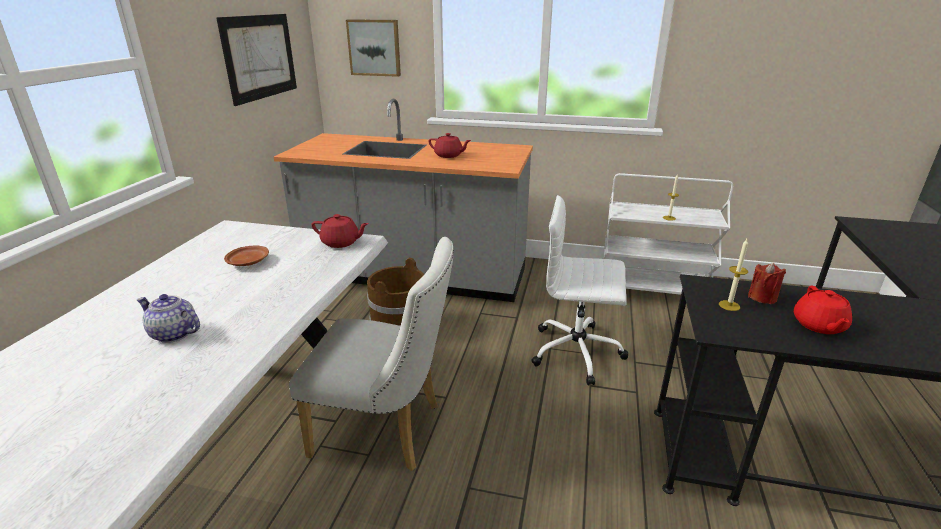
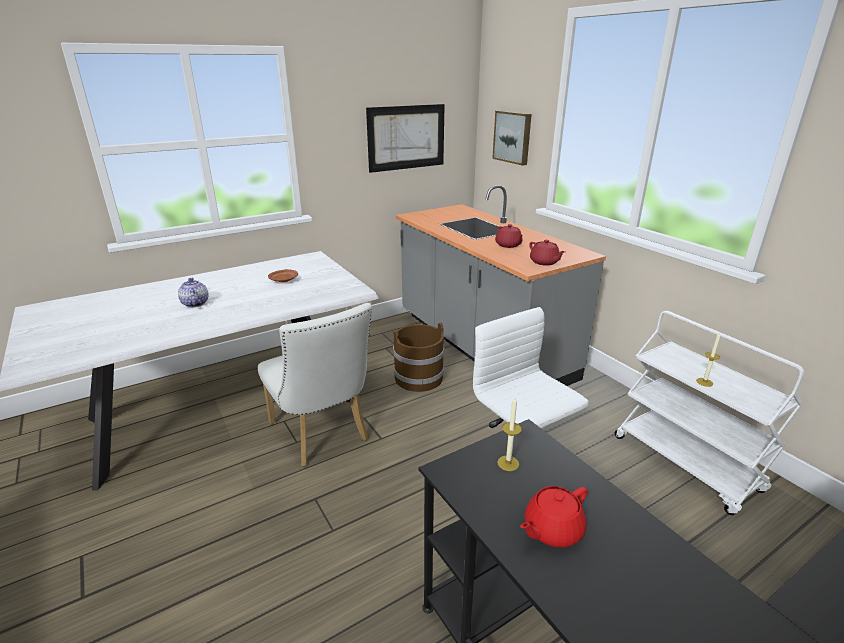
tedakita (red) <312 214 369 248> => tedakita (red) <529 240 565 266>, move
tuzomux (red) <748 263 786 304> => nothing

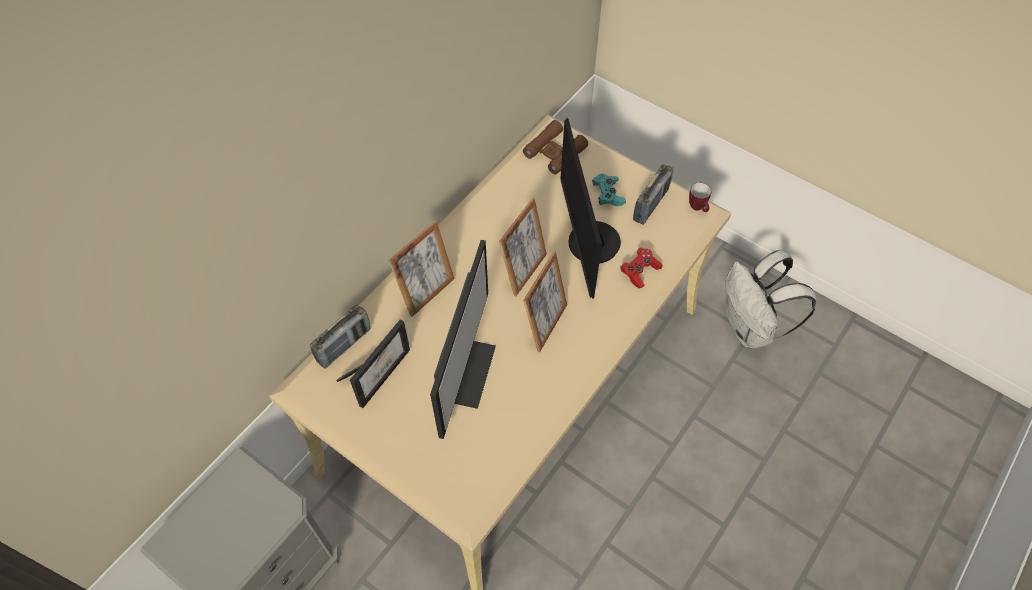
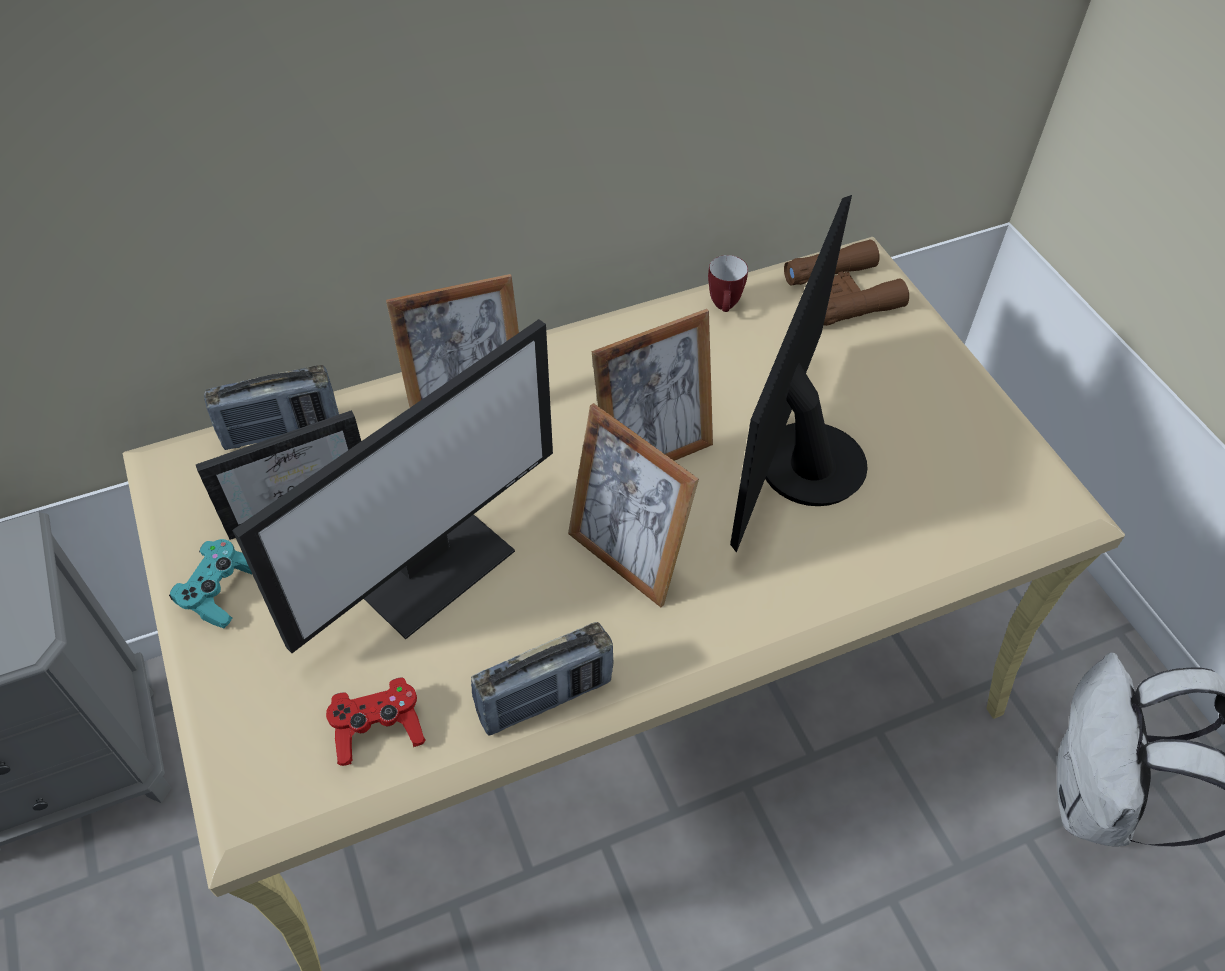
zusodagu <633 164 674 225> => zusodagu <471 622 613 736>, move
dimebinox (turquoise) <592 174 626 206> => dimebinox (turquoise) <168 539 252 628>, move
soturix <689 183 711 212> => soturix <708 255 748 312>, move
dimebinox (red) <620 248 663 288> => dimebinox (red) <326 677 426 766>, move
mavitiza <523 251 567 352> => mavitiza <568 403 699 607>, 75 degrees clockwise

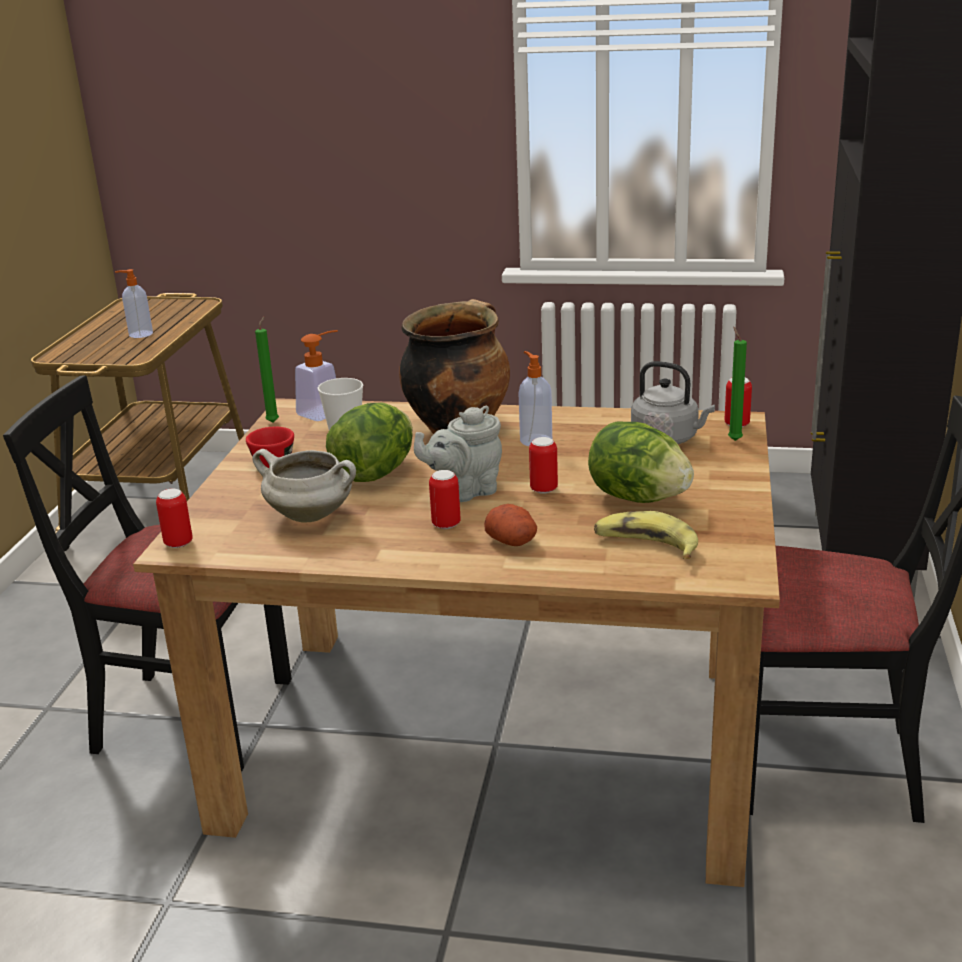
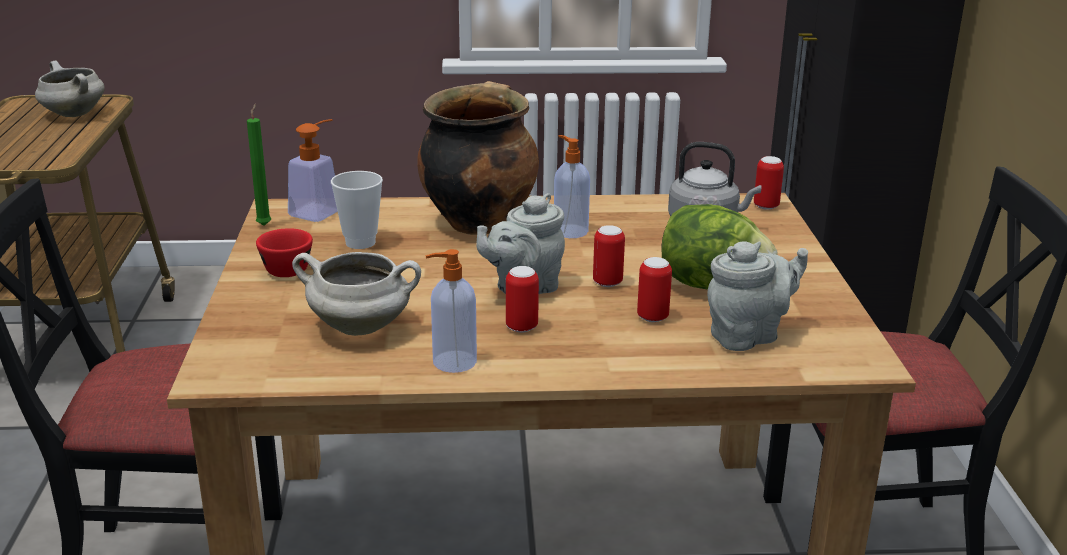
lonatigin <115 269 153 338> => lonatigin <425 249 477 373>, move
tuzomux (green) <728 327 747 441> => nothing
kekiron <326 403 413 482> => nothing
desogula <156 489 193 548> => desogula <637 257 672 322>, move
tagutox <484 504 537 546> => nothing
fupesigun <594 511 698 559> => tedakita (grey) <707 241 808 351>
nothing => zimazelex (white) <35 61 105 117>

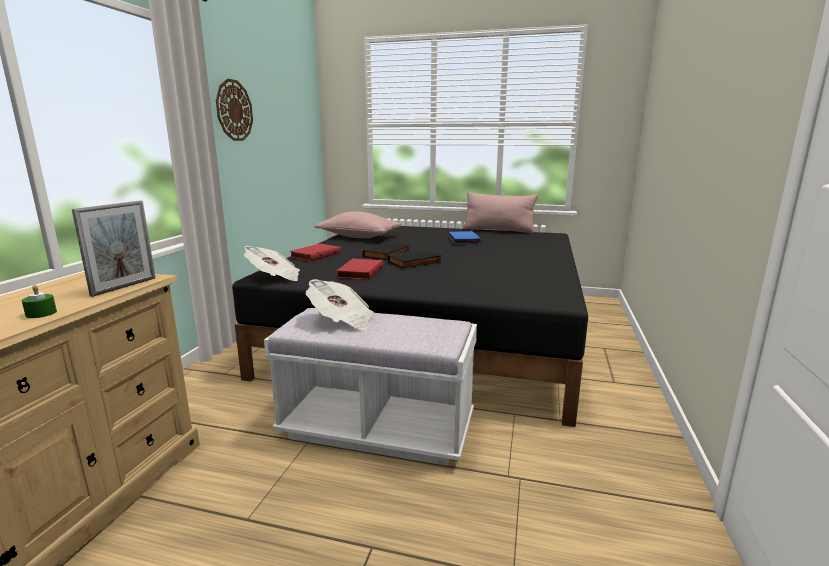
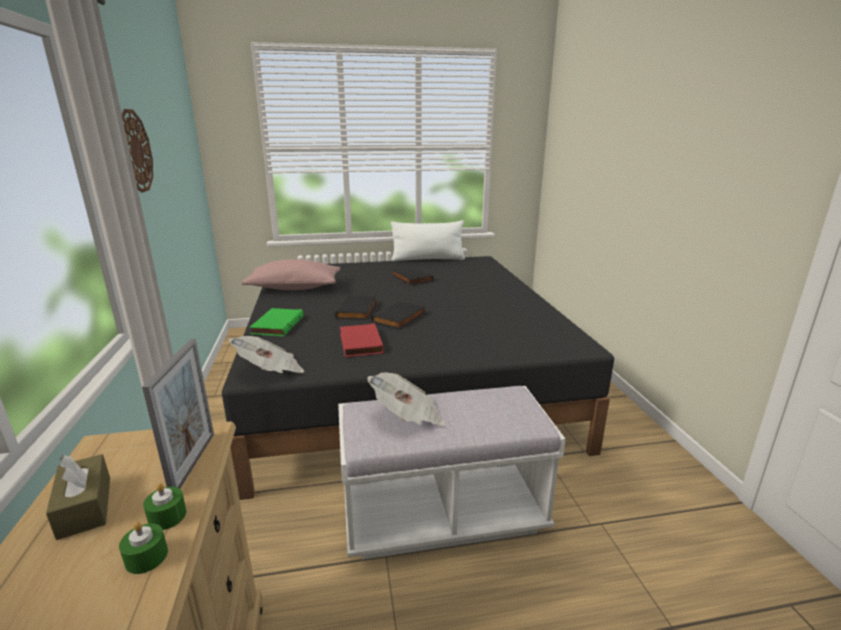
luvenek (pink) <463 192 538 233> => luvenek (white) <391 220 465 261>
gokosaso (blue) <449 231 481 245> => gokosaso (black) <392 266 433 285>
gokosaso (red) <290 244 341 262> => gokosaso (green) <250 308 304 337>
nothing => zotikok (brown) <46 454 110 540>
nothing => tuzomux (green) <143 483 187 530>

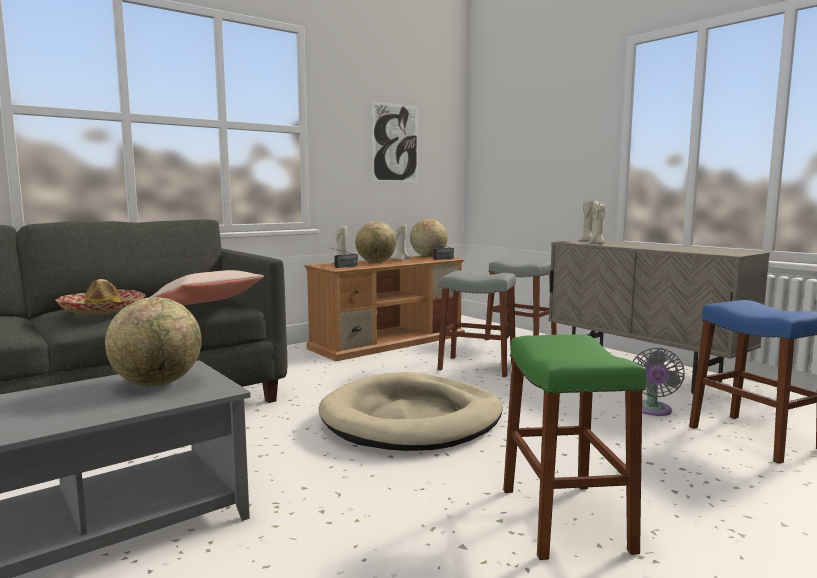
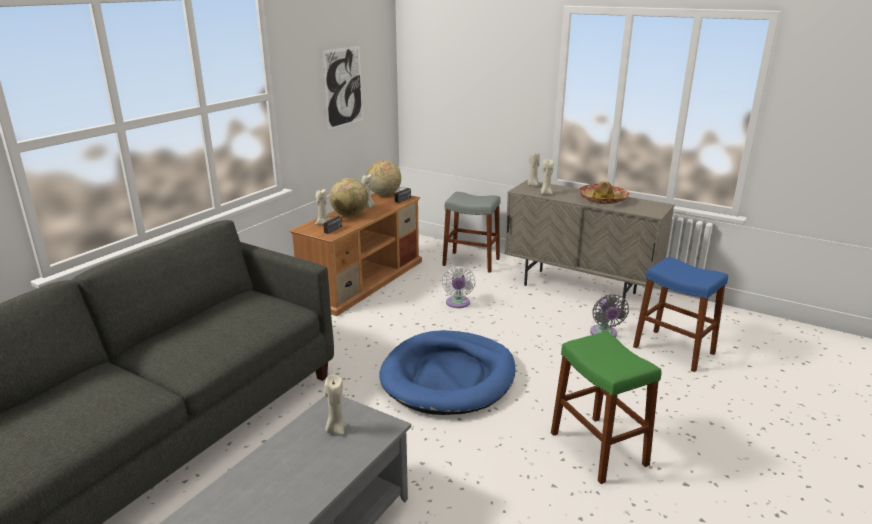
luvenek (beige) <151 270 264 305> => nothing
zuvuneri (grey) <437 271 516 377> => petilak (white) <442 266 475 308>
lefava <55 279 146 315> => lefava <578 181 630 204>, move
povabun <105 297 202 387> => tuzomux (beige) <324 375 347 435>
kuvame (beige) <319 372 503 451> => kuvame (blue) <380 330 516 415>

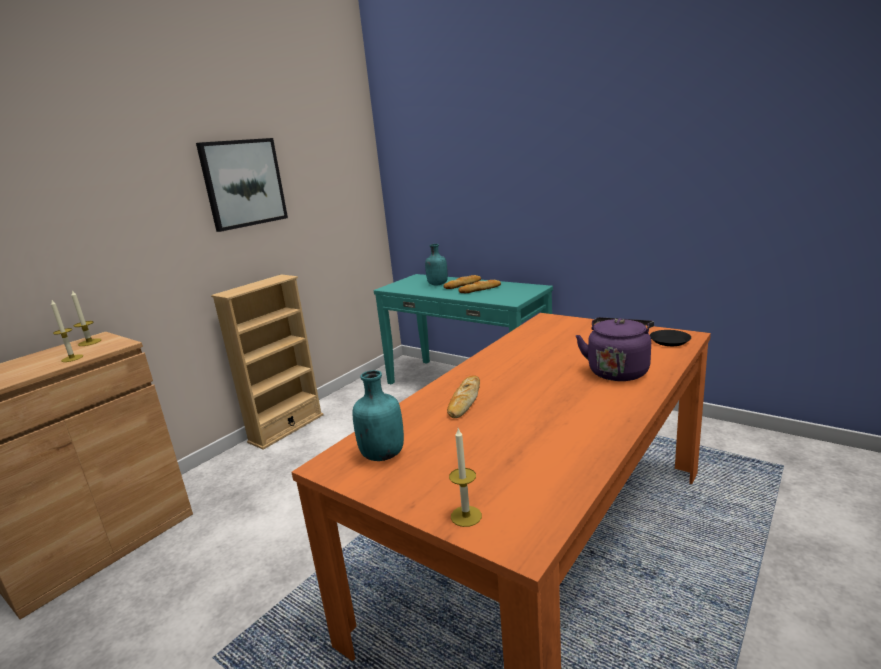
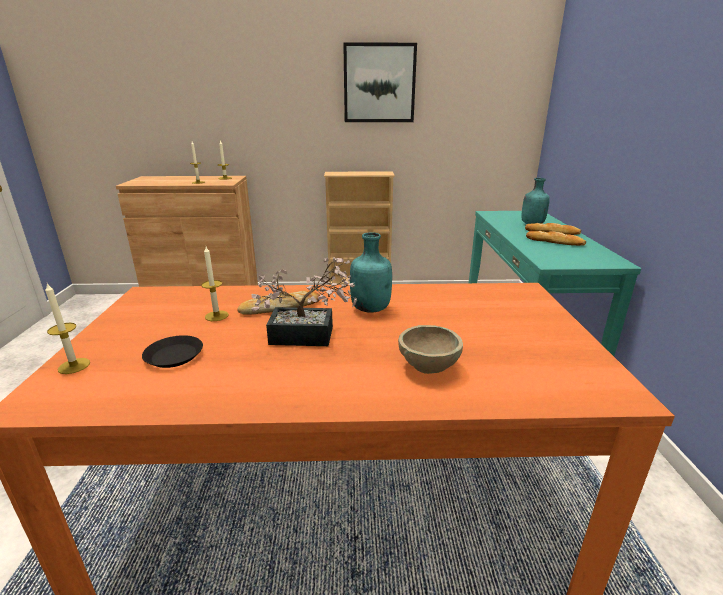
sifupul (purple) <576 317 654 381> => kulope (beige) <398 325 463 374>
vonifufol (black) <650 330 691 346> => vonifufol (black) <142 335 203 368>, move
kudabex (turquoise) <352 370 404 461> => kudabex (turquoise) <350 232 392 313>, move
nothing => tuzomux <201 247 229 321>
nothing => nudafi <251 257 357 346>

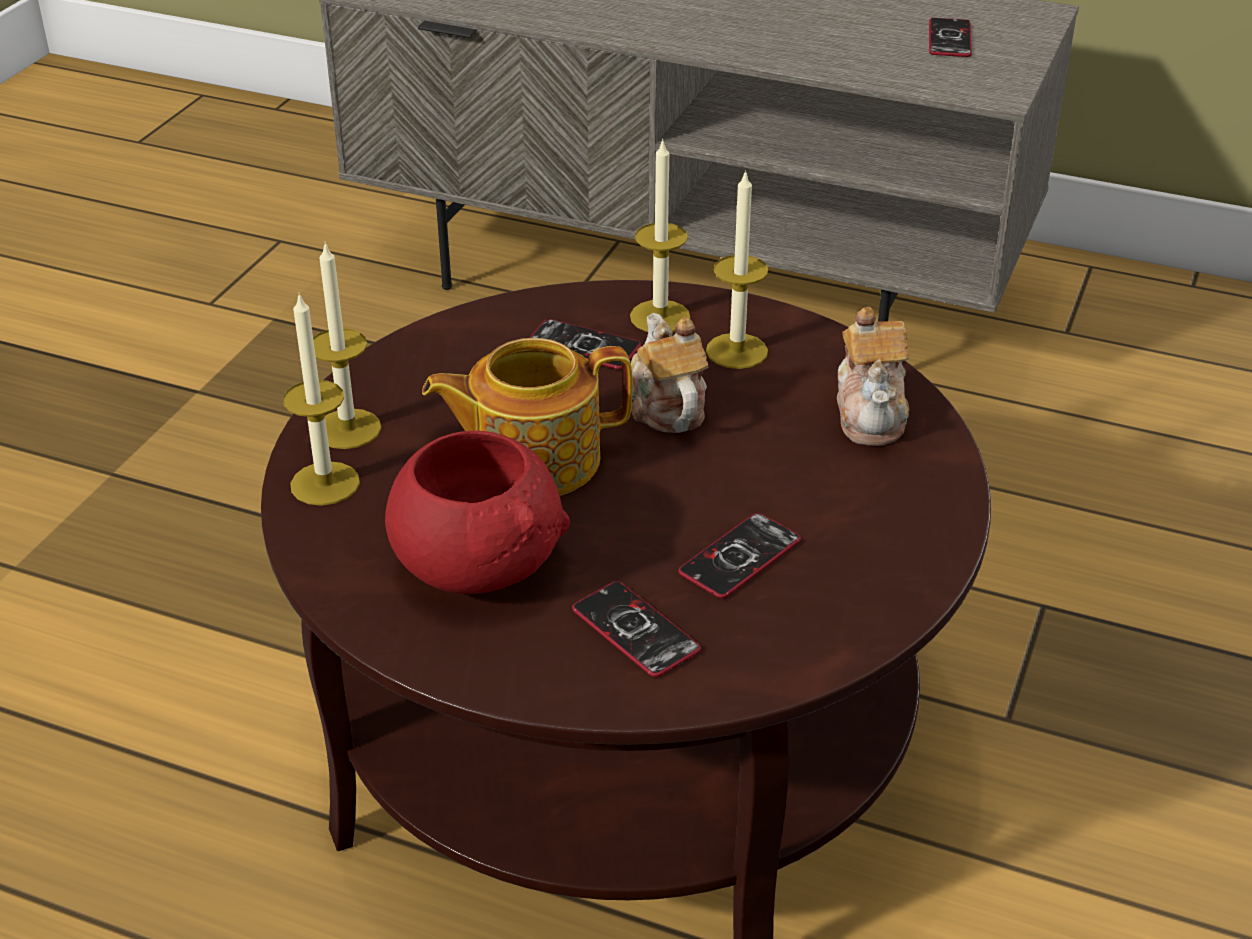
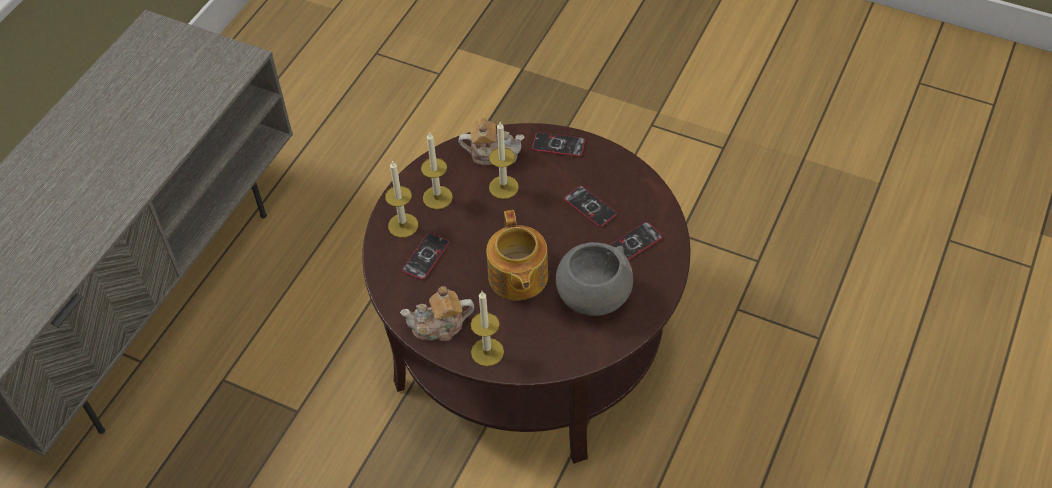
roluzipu <929 18 972 57> => roluzipu <532 132 585 157>, move
tuzomux <283 292 360 506> => tuzomux <489 122 519 199>, move
tedakita <631 313 709 433> => tedakita <400 286 474 341>, move
kulope (red) <385 431 570 594> => kulope (grey) <556 242 633 316>

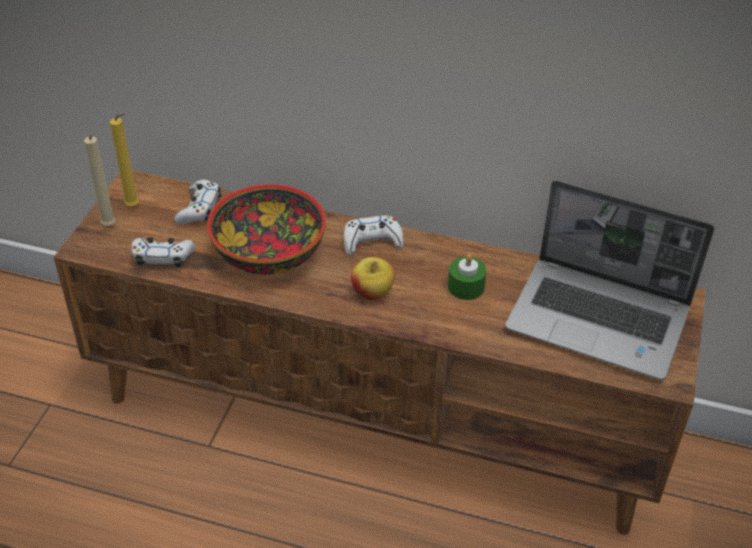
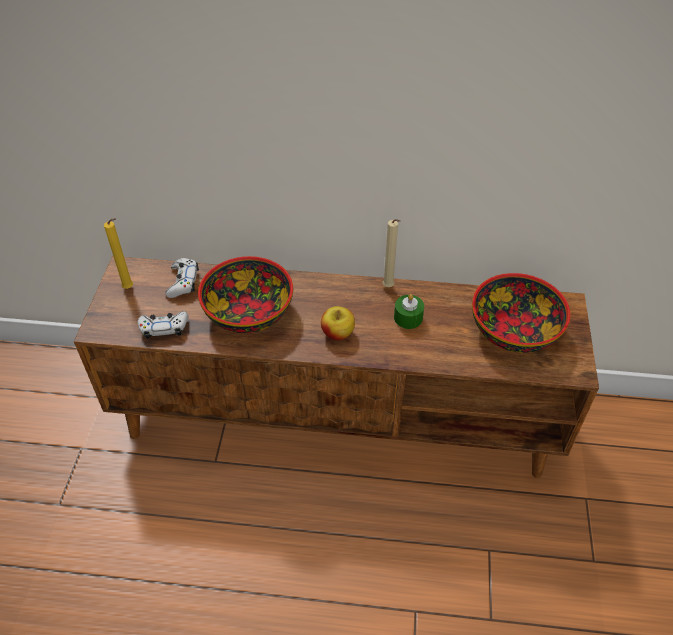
tuzomux (beige) <84 135 116 226> => tuzomux (beige) <383 219 400 287>, move
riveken <506 180 714 380> => kulope <472 273 571 353>
dimebinox (white) <344 216 404 255> => nothing

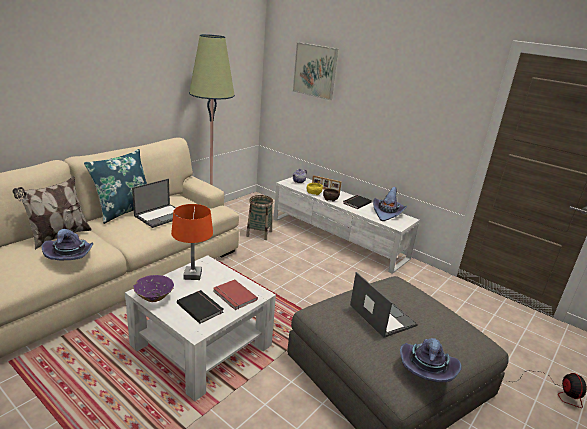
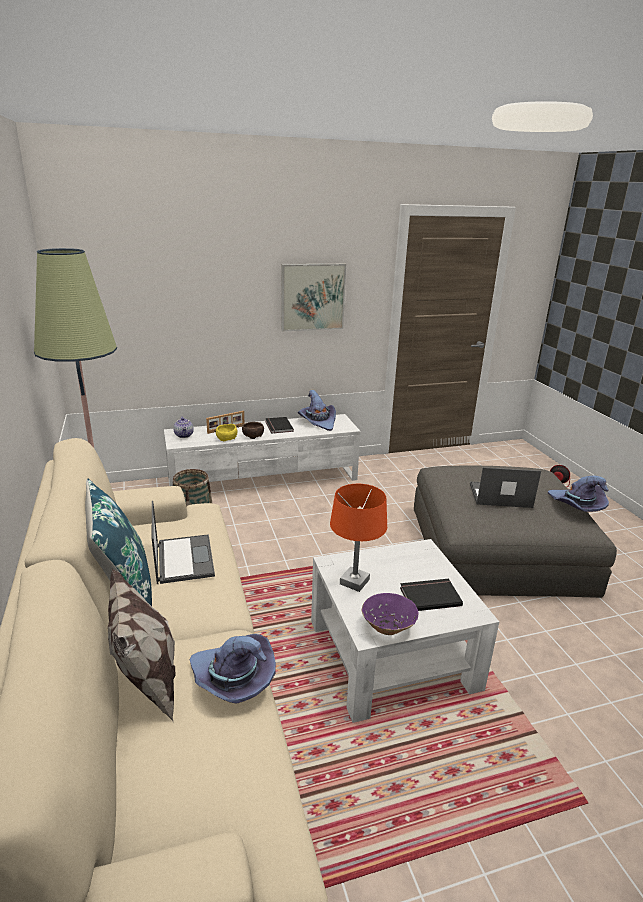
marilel <293 42 338 100> => marilel <281 264 346 332>, move
gokosaso (red) <213 279 258 310> => nothing

